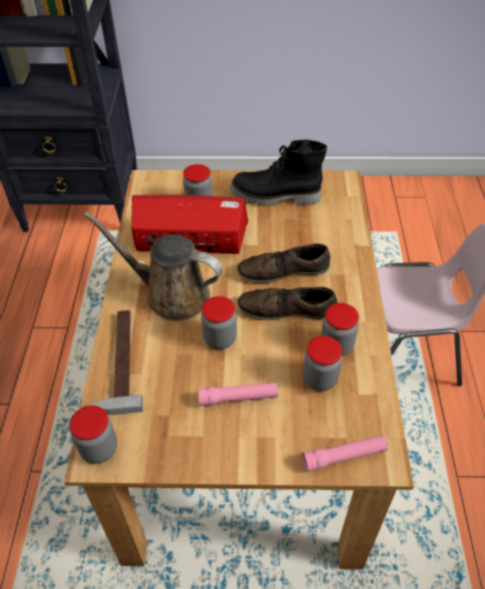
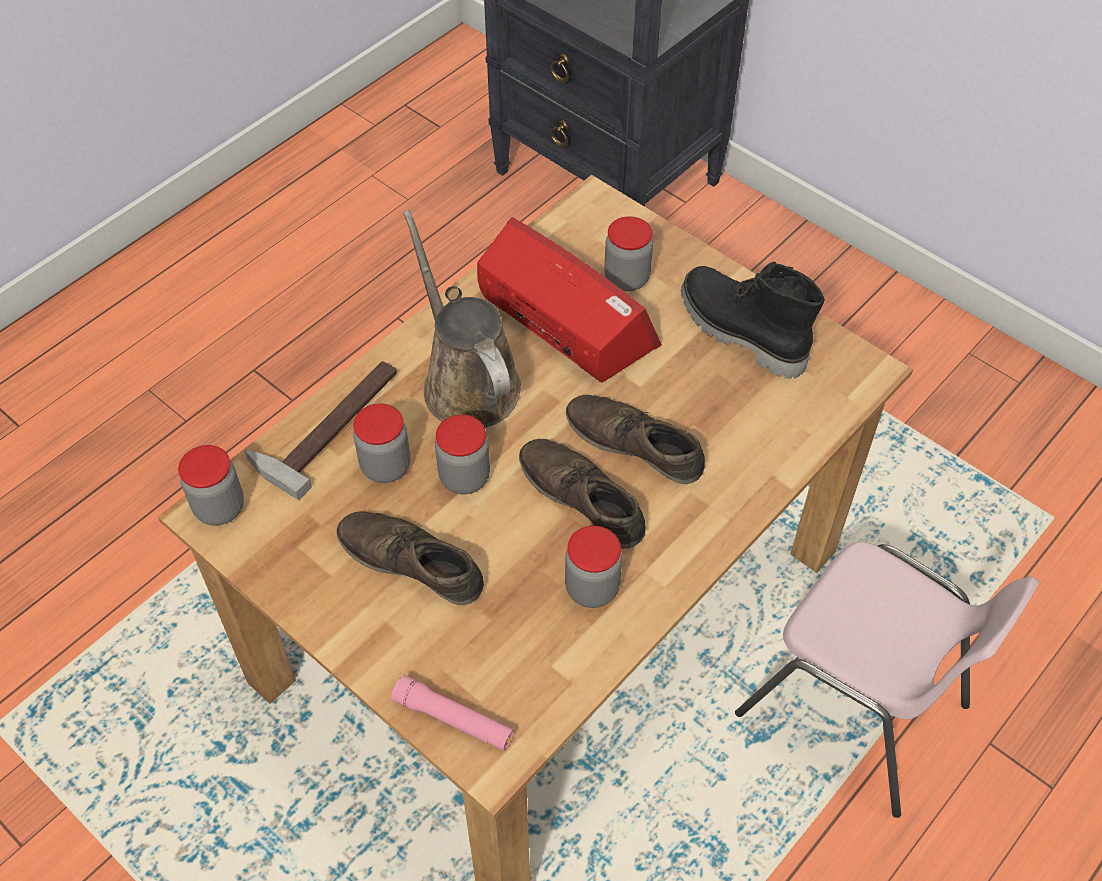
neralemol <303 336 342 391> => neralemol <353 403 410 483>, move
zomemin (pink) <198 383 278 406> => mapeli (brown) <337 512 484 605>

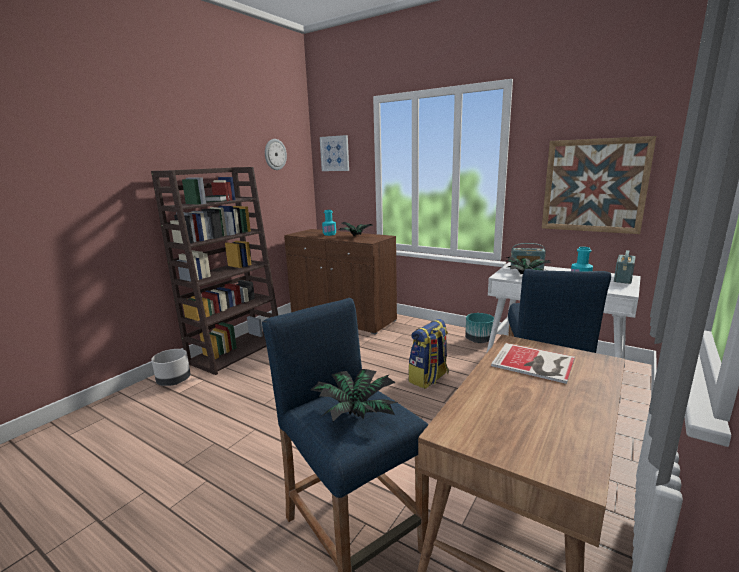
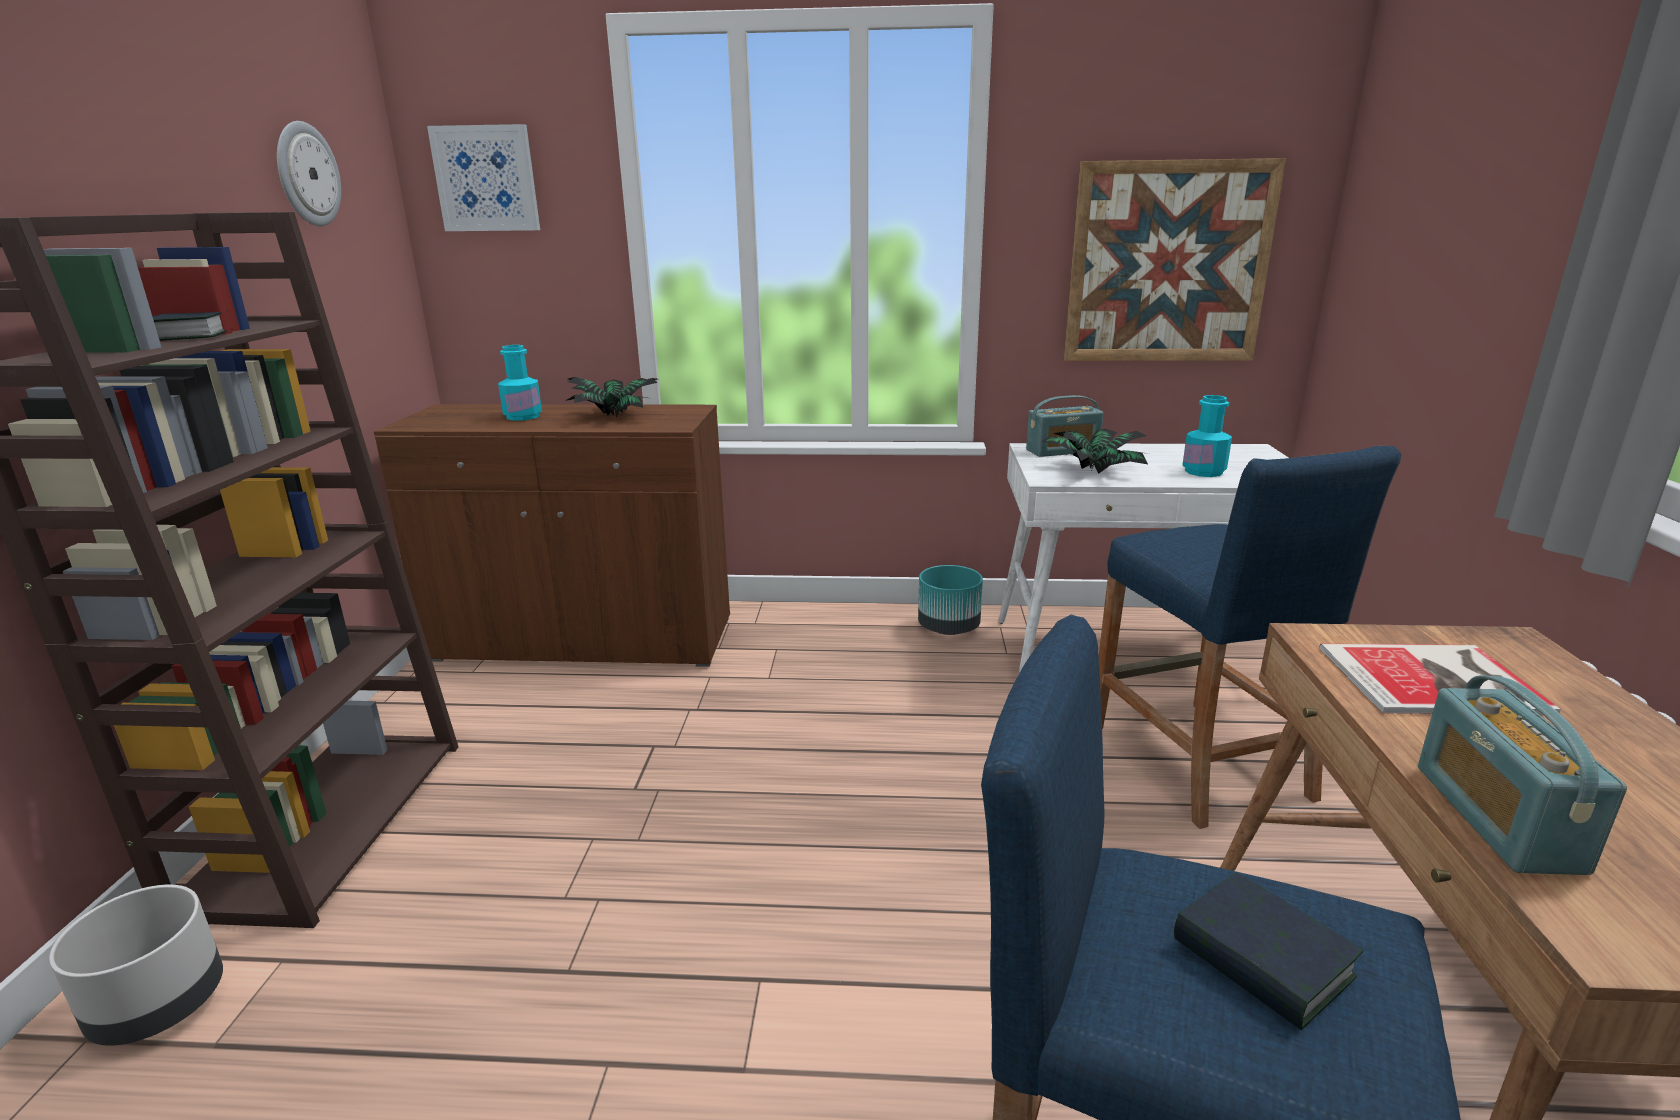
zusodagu <614 250 636 284> => zusodagu <1418 676 1627 875>, move
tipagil <408 319 449 389> => nothing
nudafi <310 369 398 421> => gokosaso <1174 873 1363 1030>

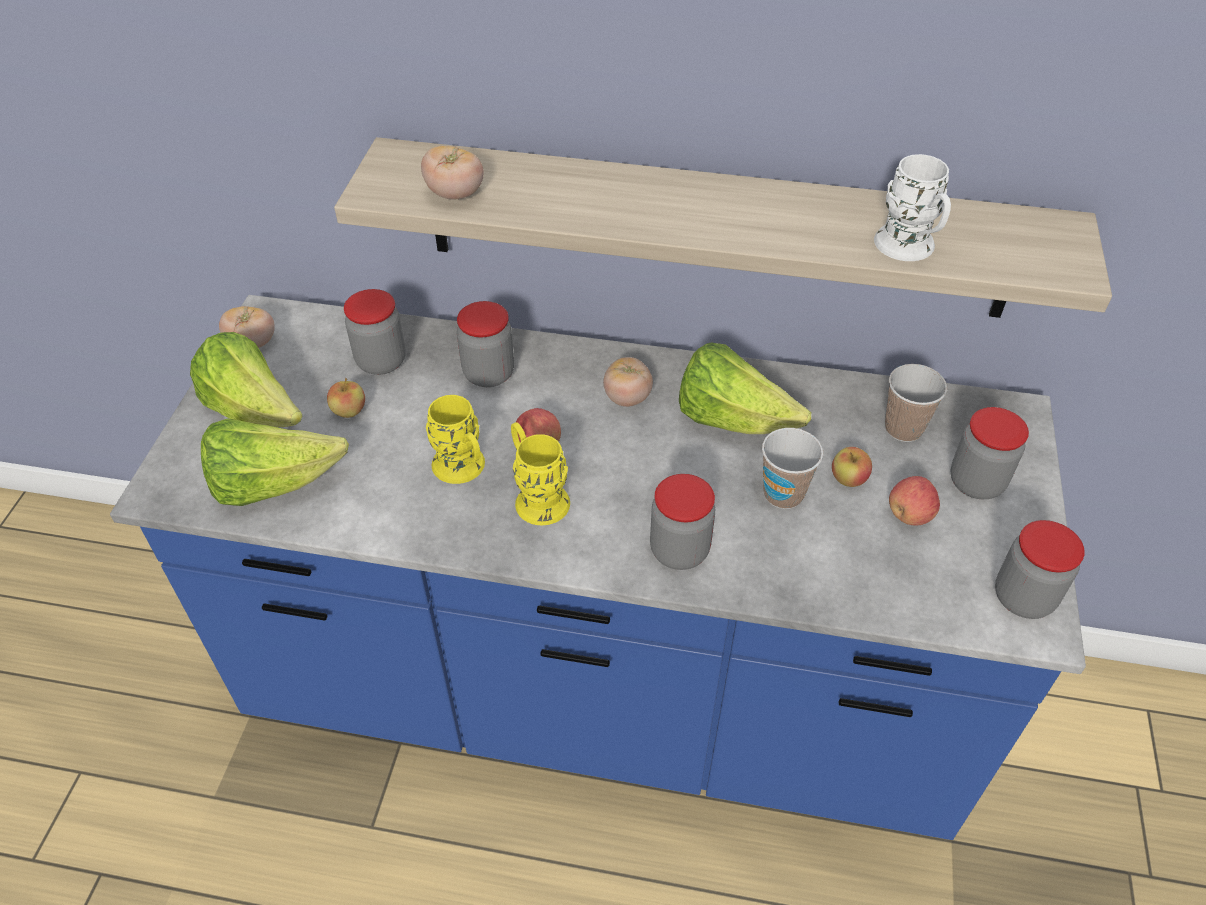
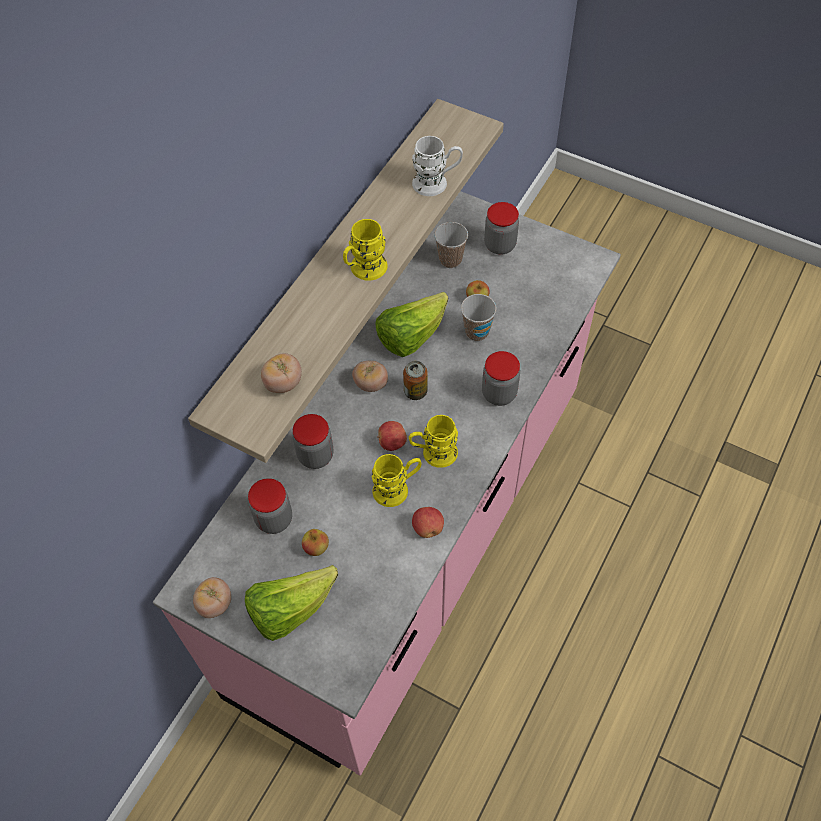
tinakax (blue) <110 295 1086 840> => tinakax (pink) <153 191 621 776>
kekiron <201 418 349 506> => nothing
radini <889 476 940 525> => radini <412 507 444 538>, move
neralemol <995 520 1085 619> => nothing
nothing => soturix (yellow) <343 219 388 281>
nothing => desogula <403 361 428 400>

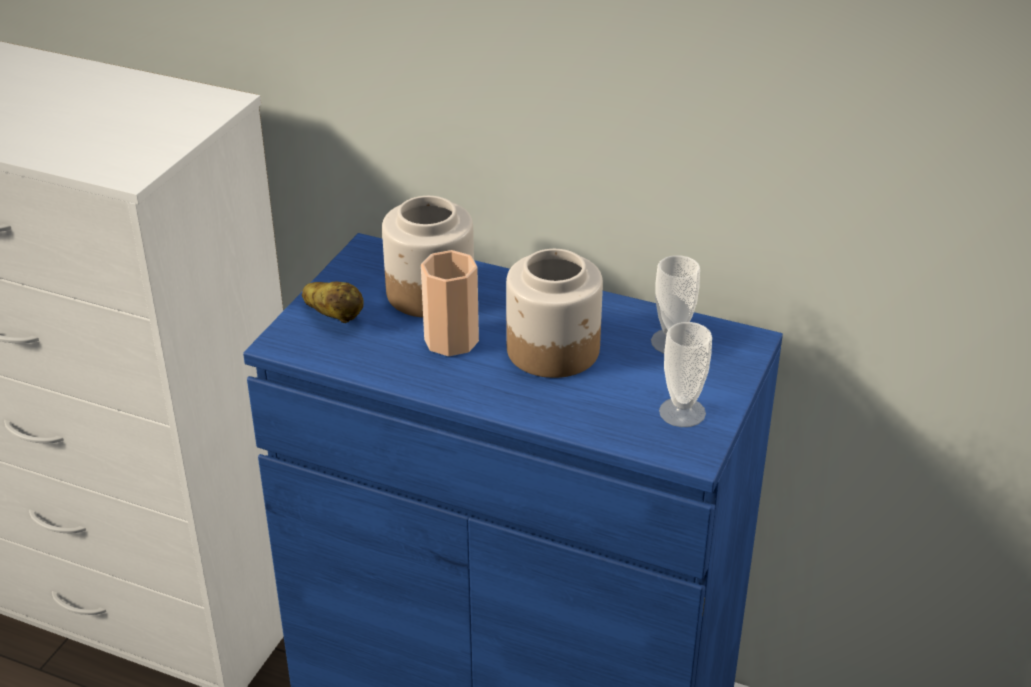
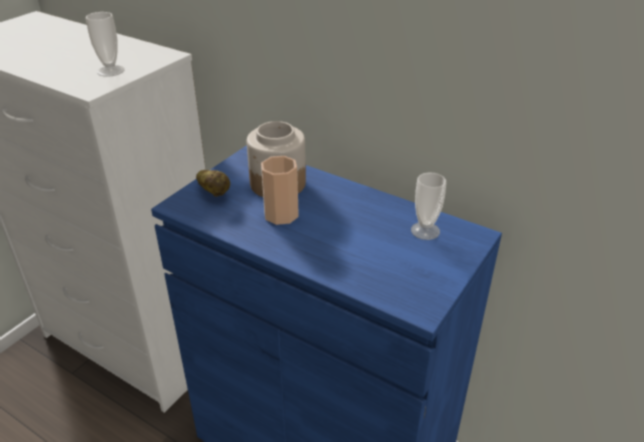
neralemol <506 249 603 378> => nothing
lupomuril <659 322 712 427> => lupomuril <86 12 124 77>, move

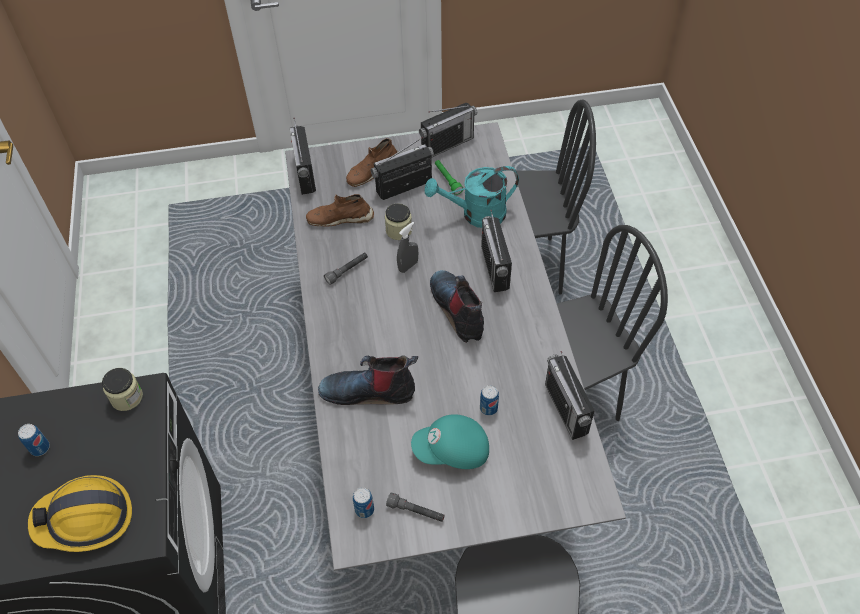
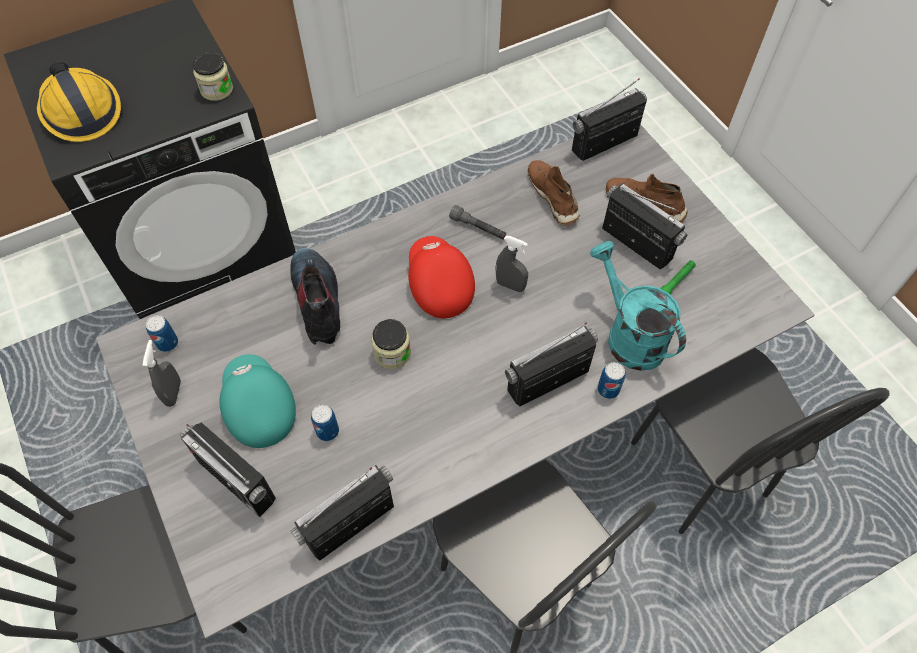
zusodagu <419 103 477 158> => zusodagu <180 422 276 517>, move
neralemol <385 203 412 240> => neralemol <371 319 411 369>, move
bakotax <430 270 484 343> => nothing
desogula <18 424 50 456> => desogula <597 362 626 399>, move
zomemin (grey) <386 492 445 522> => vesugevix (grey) <142 340 181 407>
nothing => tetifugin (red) <408 236 475 318>

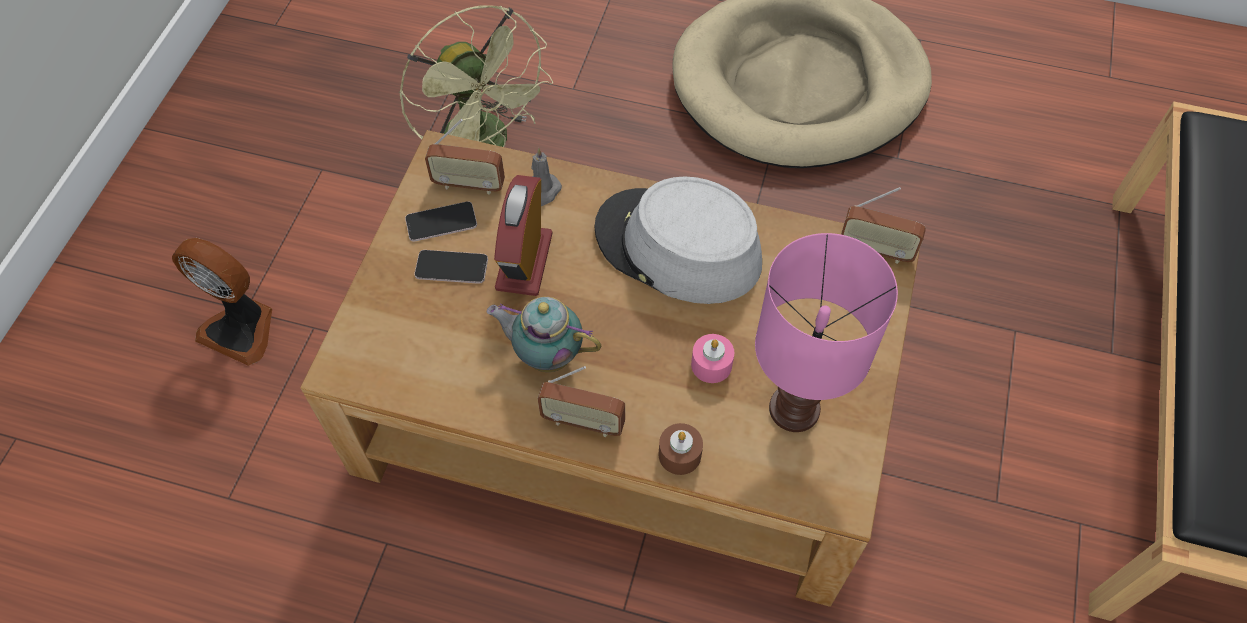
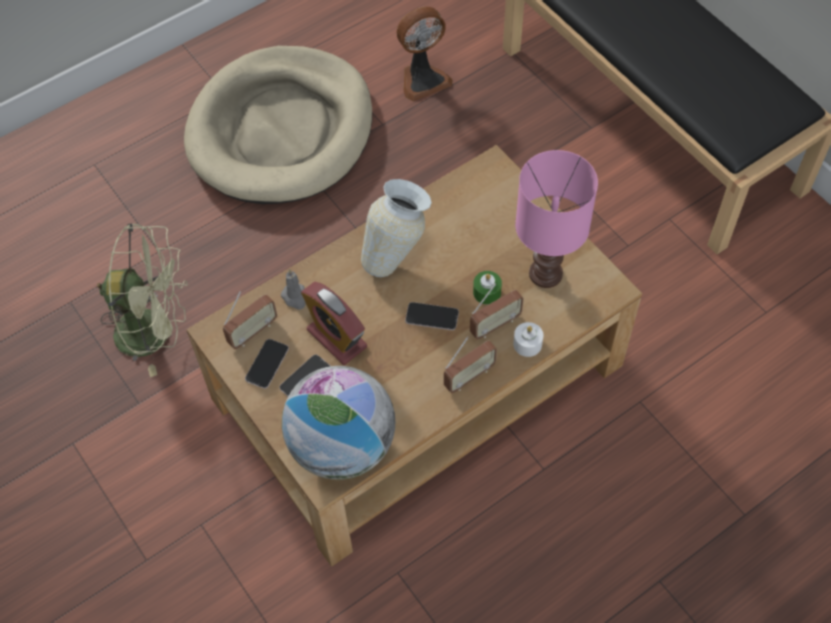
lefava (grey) <594 176 762 304> => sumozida <361 179 432 277>
zusodagu <841 187 926 264> => zusodagu <470 283 524 339>, move
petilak <172 238 272 366> => petilak <397 7 453 101>, move
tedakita <487 297 601 372> => nothing
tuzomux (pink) <691 334 734 383> => tuzomux (green) <473 271 502 305>
tuzomux (brown) <658 423 703 475> => tuzomux (white) <513 322 544 357>
nothing => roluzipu <405 302 459 330>
nothing => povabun <282 366 395 480>

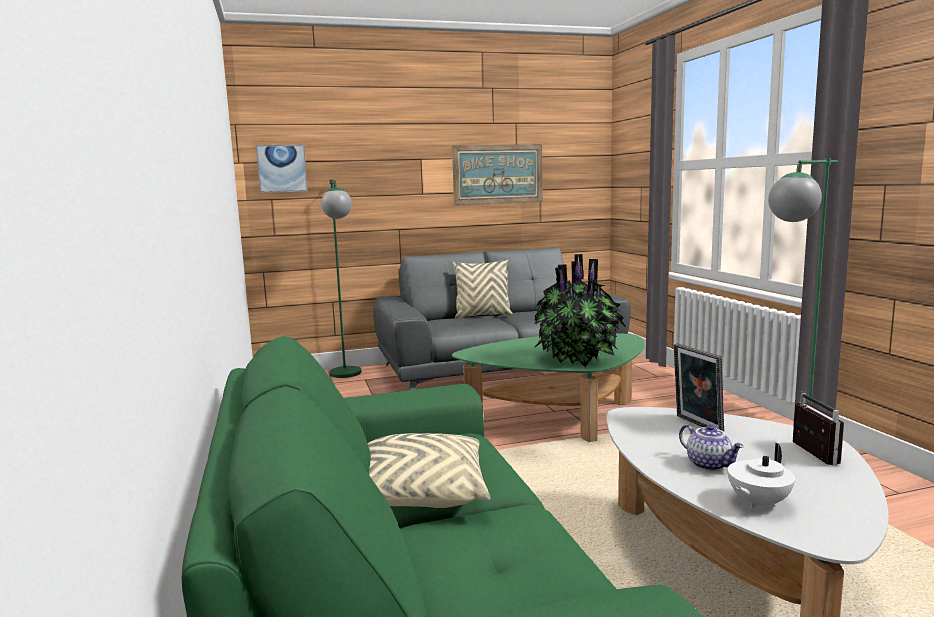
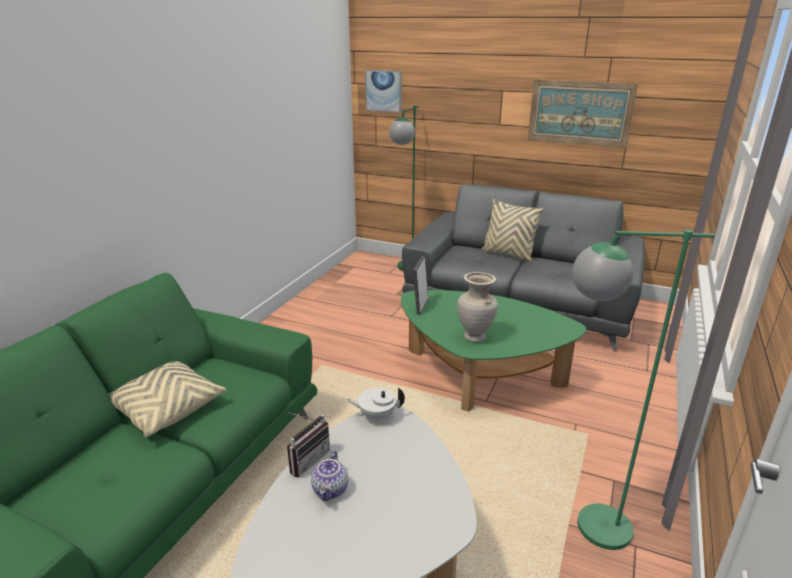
nudafi <533 254 626 367> => sumozida (beige) <457 272 498 342>
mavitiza <674 344 724 432> => mavitiza <413 256 428 315>, move
zusodagu <793 391 844 465> => zusodagu <287 413 330 477>, move
tedakita (white) <728 443 795 509> => tedakita (white) <347 388 405 422>, move

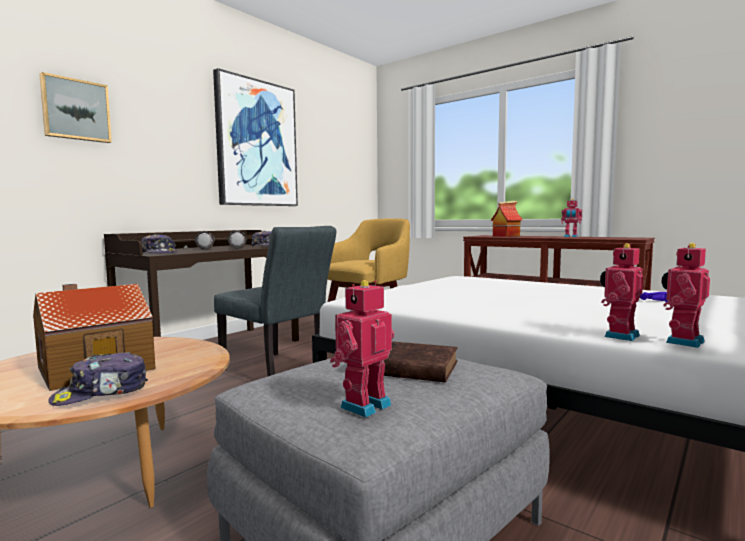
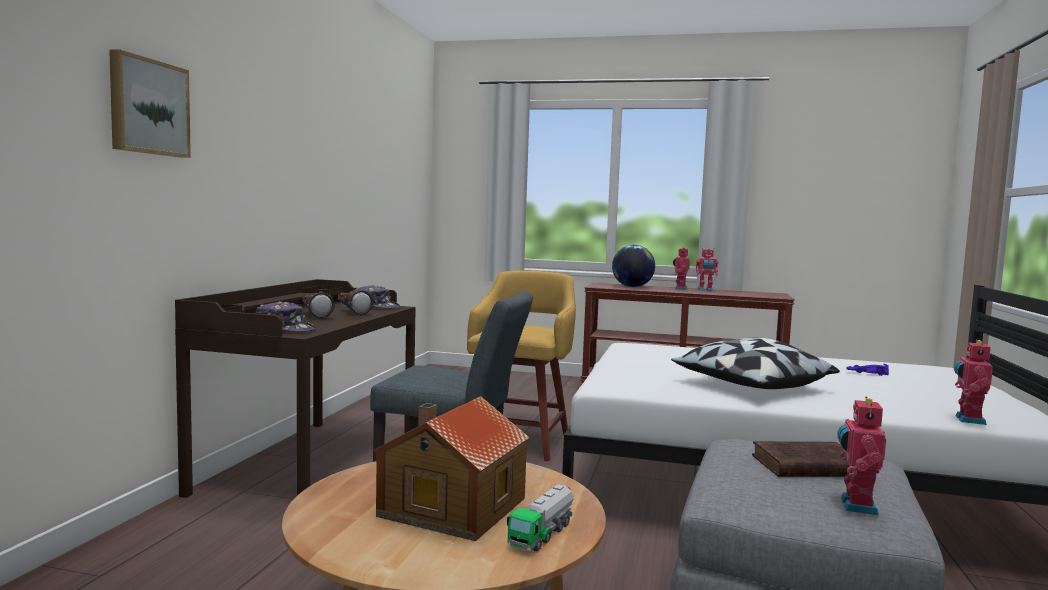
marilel <213 68 298 206> => nothing
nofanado <490 201 523 237> => povabun <612 245 655 287>
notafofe <600 243 643 341> => notafofe <673 246 690 290>, move
tetifugin <48 352 148 406> => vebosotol <507 484 574 552>
nothing => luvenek <671 338 840 389>

